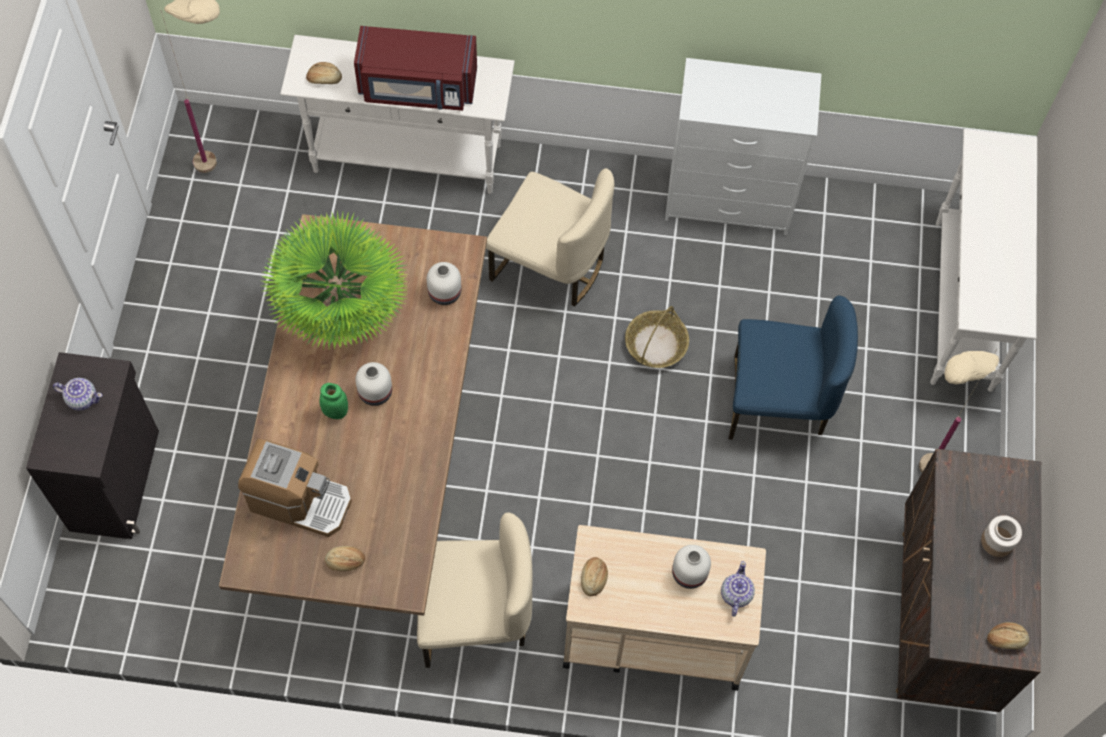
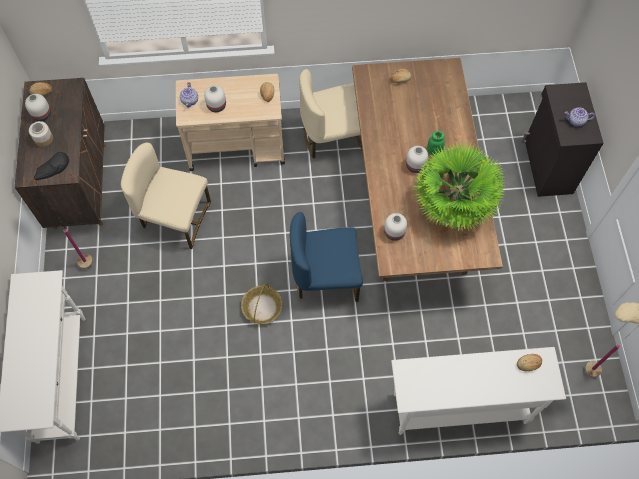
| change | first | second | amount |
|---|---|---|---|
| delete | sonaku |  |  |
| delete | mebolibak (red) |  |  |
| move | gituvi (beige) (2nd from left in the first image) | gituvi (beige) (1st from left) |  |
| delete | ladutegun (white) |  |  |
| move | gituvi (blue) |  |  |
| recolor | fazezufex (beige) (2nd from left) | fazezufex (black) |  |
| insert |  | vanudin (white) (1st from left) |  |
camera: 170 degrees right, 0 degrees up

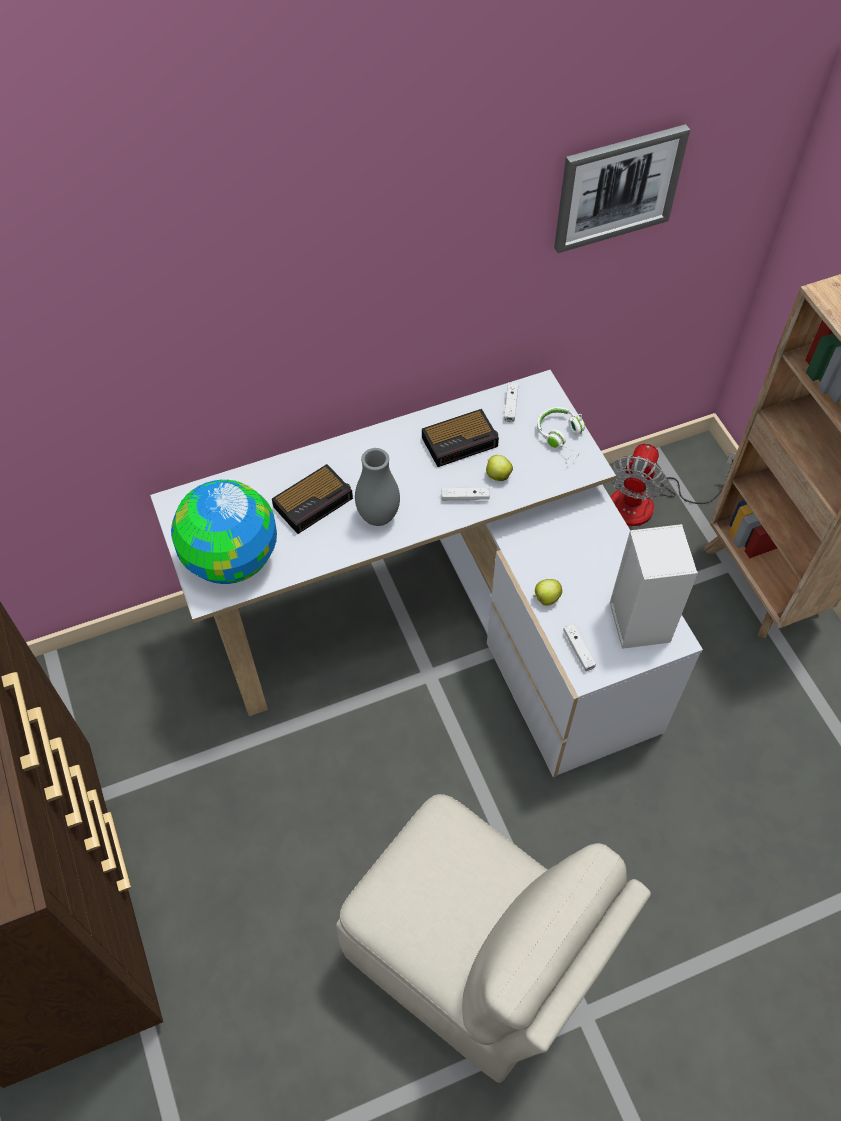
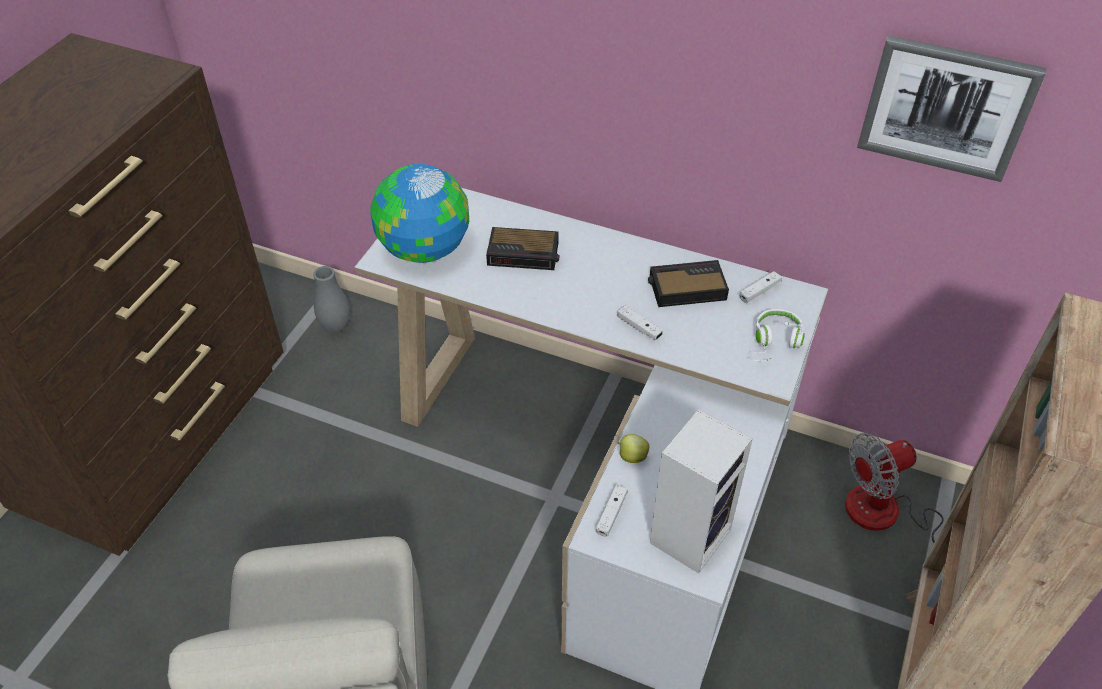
| change | first | second | amount |
|---|---|---|---|
| move | vanudin (grey) |  |  |
| rotate | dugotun (2nd from left) |  | 150 degrees clockwise |
| delete | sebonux (1st from left) |  |  |
camera: 45 degrees right, 10 degrees down

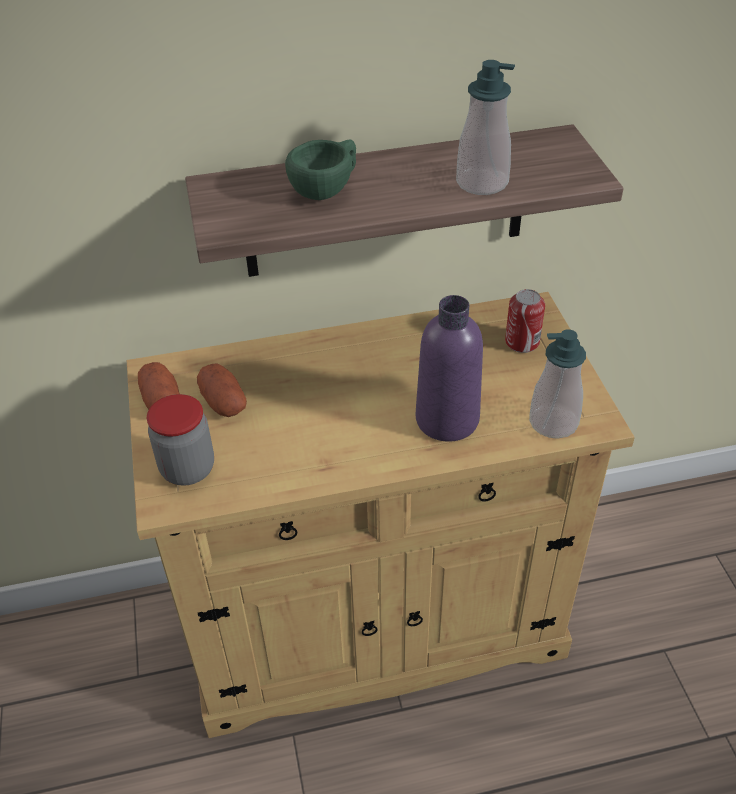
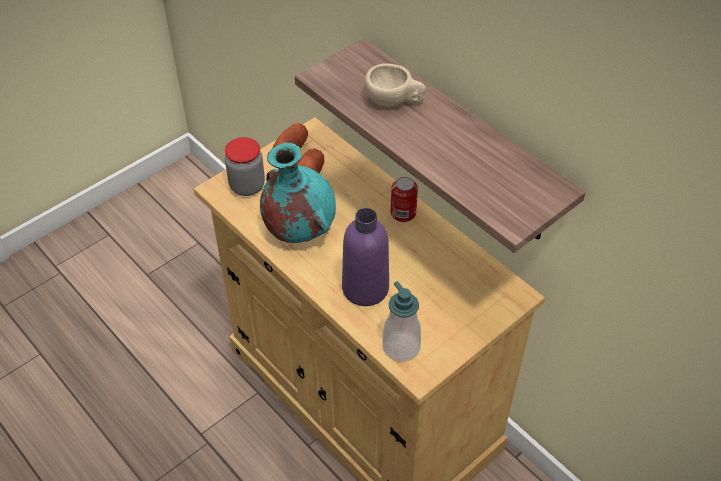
| change | first | second | amount |
|---|---|---|---|
| recolor | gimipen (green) | gimipen (beige) |  |
| delete | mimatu (1st from left) |  |  |
| move | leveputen |  |  |
| insert |  | vanudin (turquoise) |  |
camera: 60 degrees right, 5 degrees up

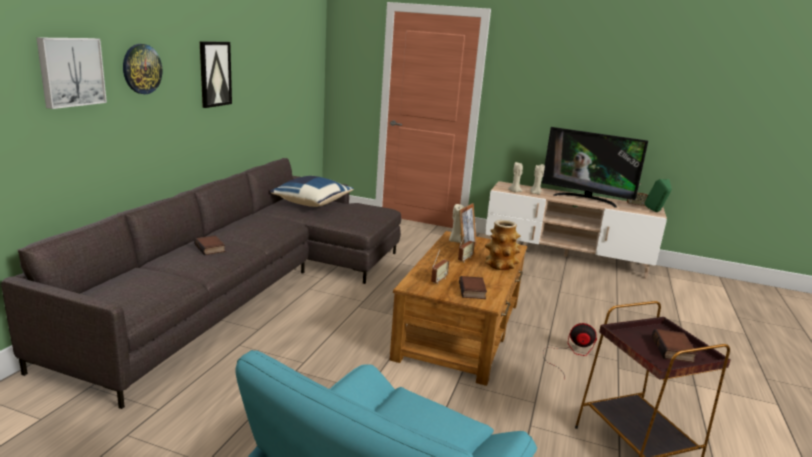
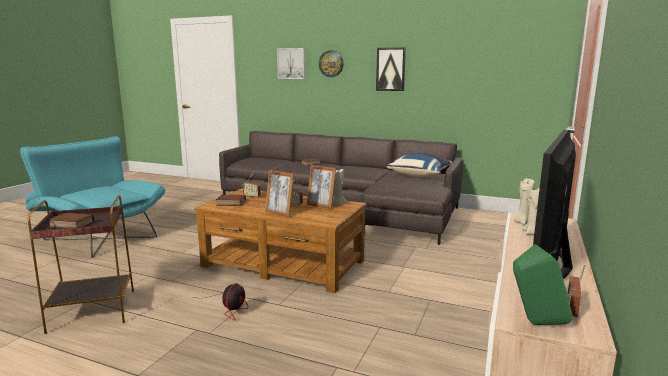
| change | first | second | amount |
|---|---|---|---|
| replace | vanudin | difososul (1st from left) |  |
camera: 95 degrees right, 5 degrees down

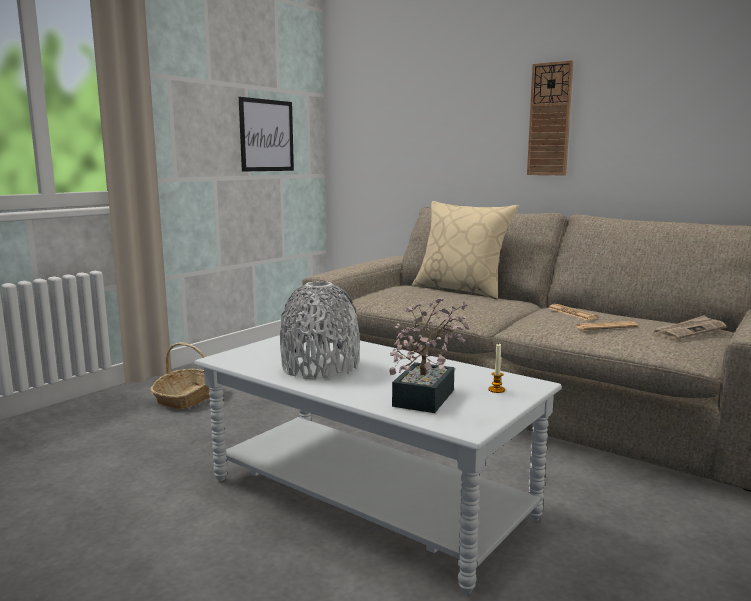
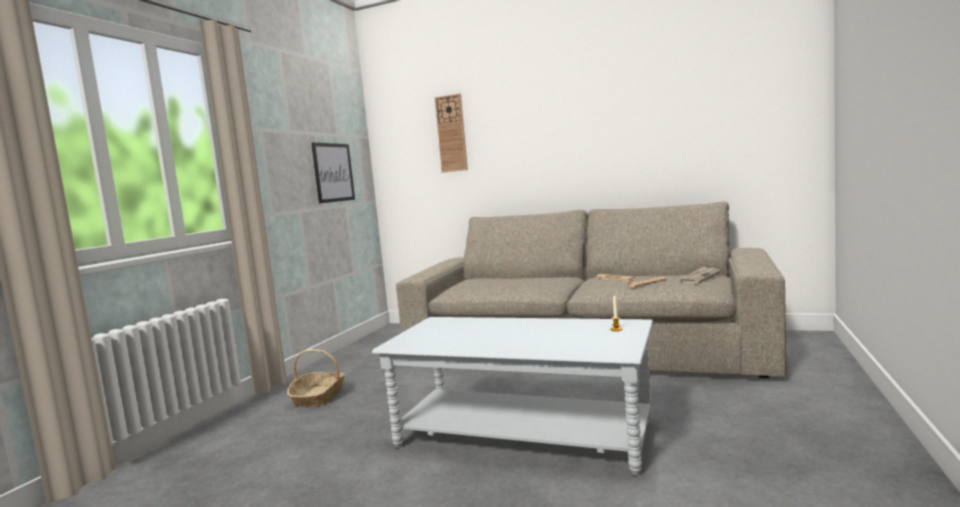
| change | first | second | amount |
|---|---|---|---|
| delete | vanudin (grey) |  |  |
| delete | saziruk |  |  |
| delete | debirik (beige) |  |  |
| move | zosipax |  |  |
camera: 15 degrees left, 5 degrees down

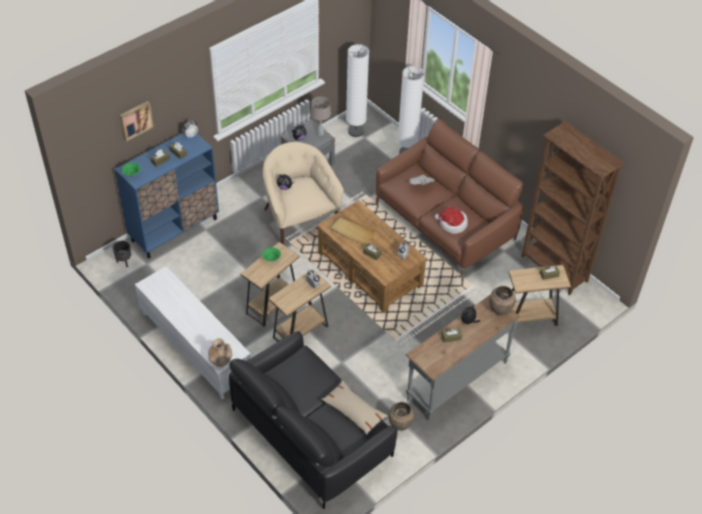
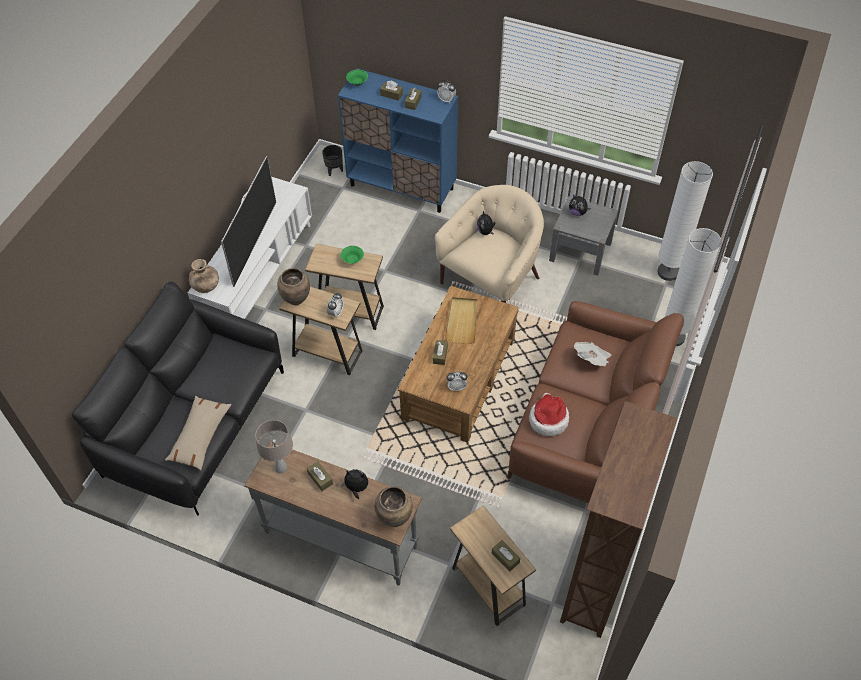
| change | first | second | amount |
|---|---|---|---|
| delete | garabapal |  |  |
| move | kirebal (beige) |  |  |
| move | vanudin (brown) (2nd from left) |  |  |
| insert |  | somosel |  |
camera: 65 degrees right, 5 degrees up

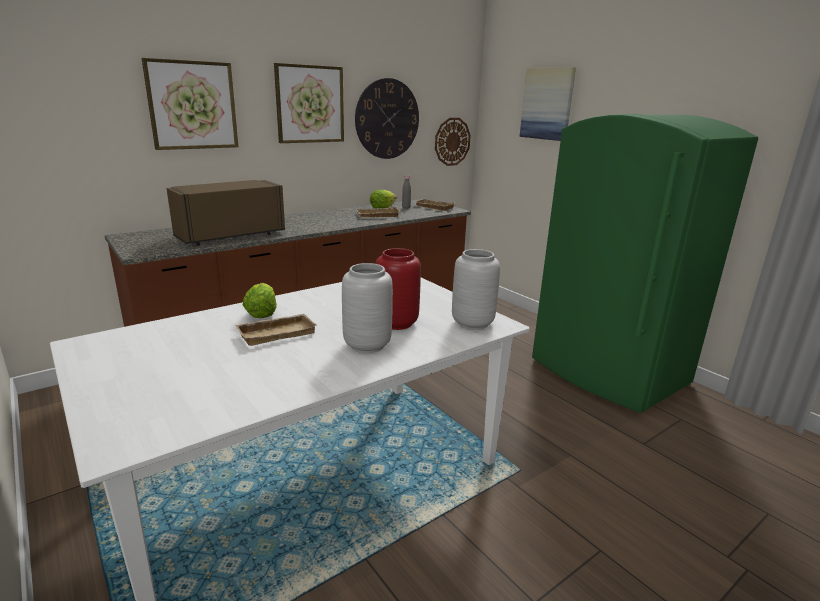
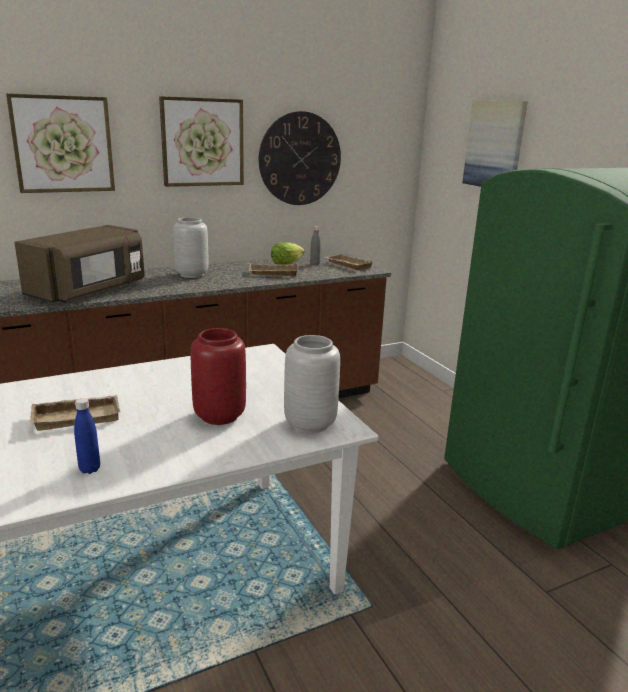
| change | first | second | amount |
|---|---|---|---|
| rotate | mebolibak (brown) |  | 150 degrees clockwise |
| delete | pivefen (1st from left) |  |  |
| move | vanudin (grey) (1st from left) |  |  |
| delete | zosipax (2nd from left) |  |  |
| insert |  | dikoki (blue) |  |
camera: 10 degrees right, 0 degrees up

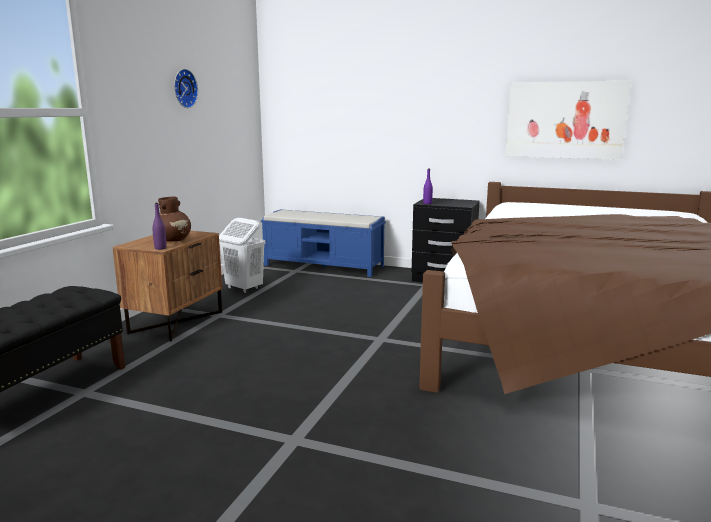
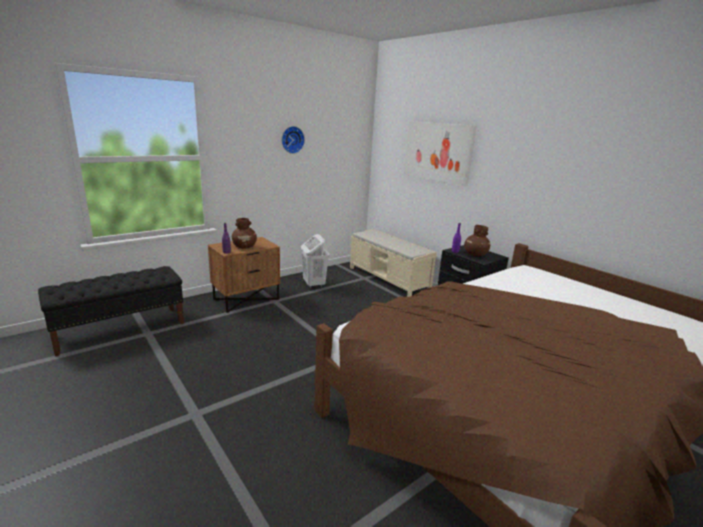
| change | first | second | amount |
|---|---|---|---|
| recolor | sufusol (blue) | sufusol (beige) |  |
| move | garabapal |  |  |
| insert |  | vanudin (brown) (2nd from left) |  |
camera: 30 degrees right, 5 degrees up

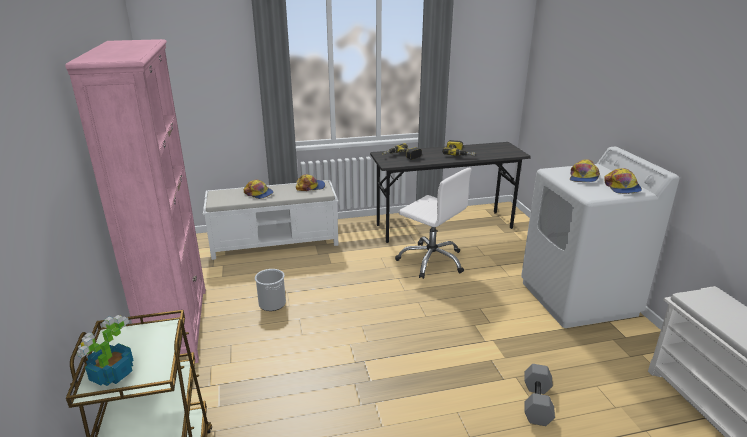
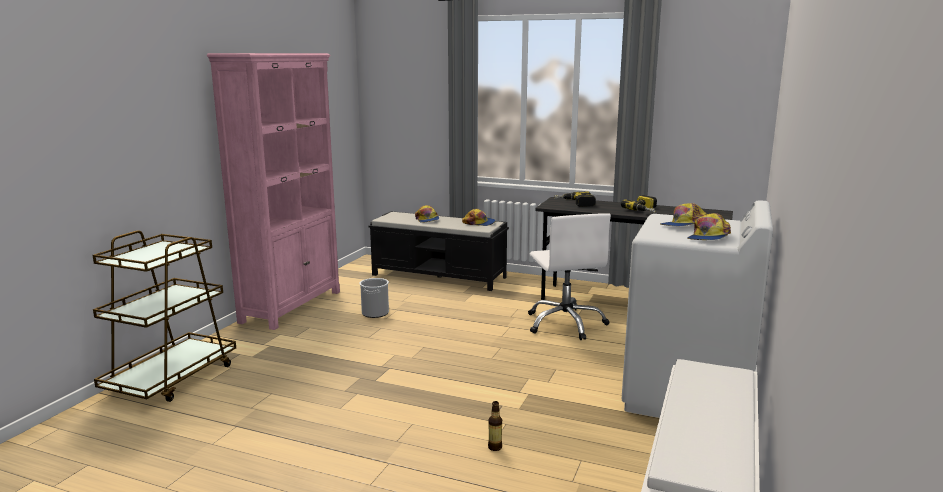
| change | first | second | amount |
|---|---|---|---|
| delete | saziruk |  |  |
| recolor | sufusol (white) | sufusol (black) |  |
| replace | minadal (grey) | dikoki |  |
camera: 35 degrees right, 10 degrees down

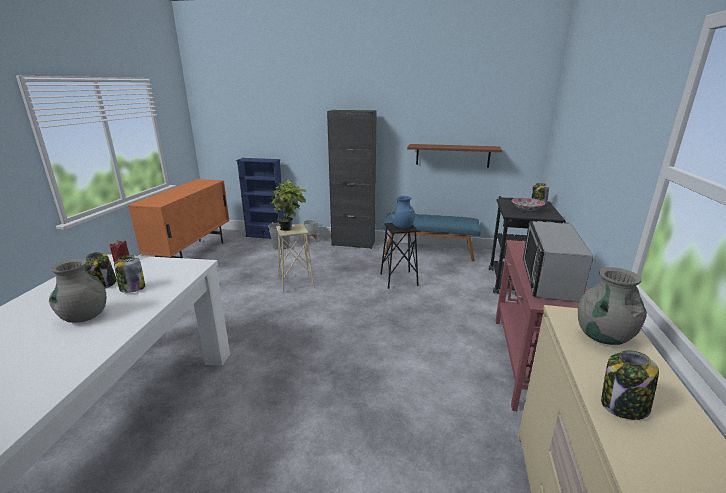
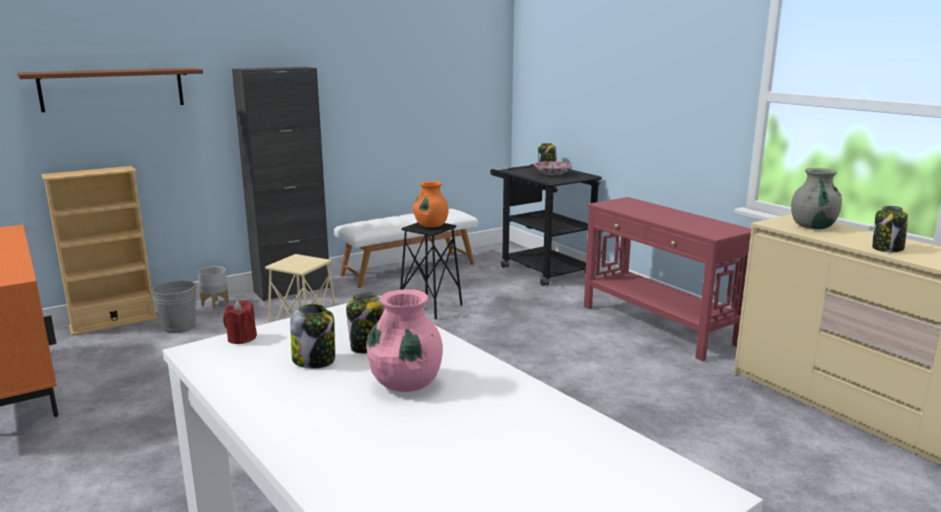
| change | first | second | amount |
|---|---|---|---|
| recolor | vanudin (grey) (1st from left) | vanudin (pink) |  |
| recolor | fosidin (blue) | fosidin (beige) |  |
| delete | saziruk |  |  |
| recolor | sufusol (blue) | sufusol (white) |  |
| recolor | vanudin (blue) | vanudin (orange) |  |
| move | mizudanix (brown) |  |  |
| delete | mebolibak |  |  |
camera: 45 degrees left, 5 degrees down

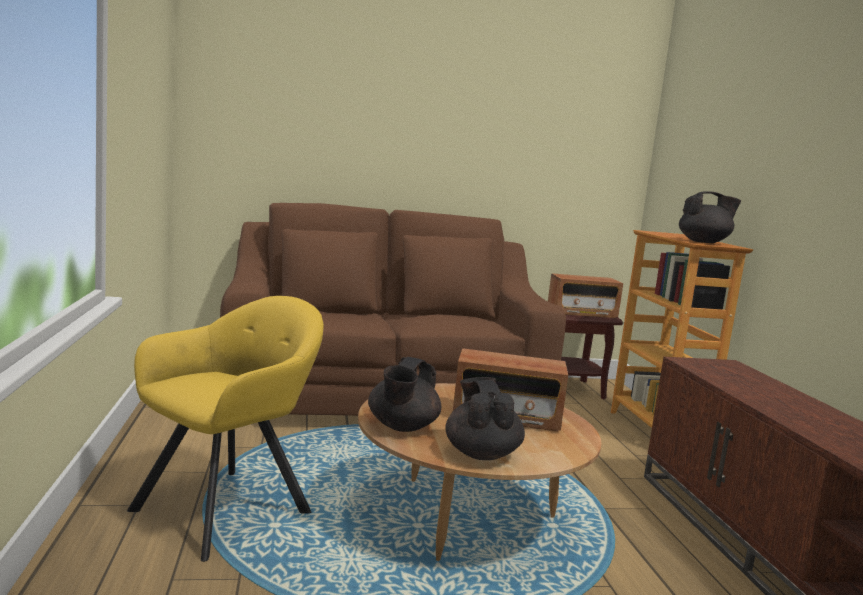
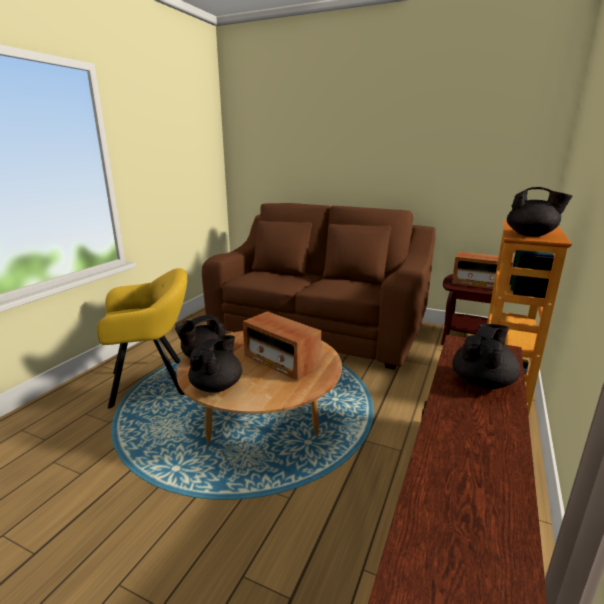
| change | first | second | amount |
|---|---|---|---|
| insert |  | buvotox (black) (3rd from left) |  |
camera: 35 degrees right, 10 degrees up

